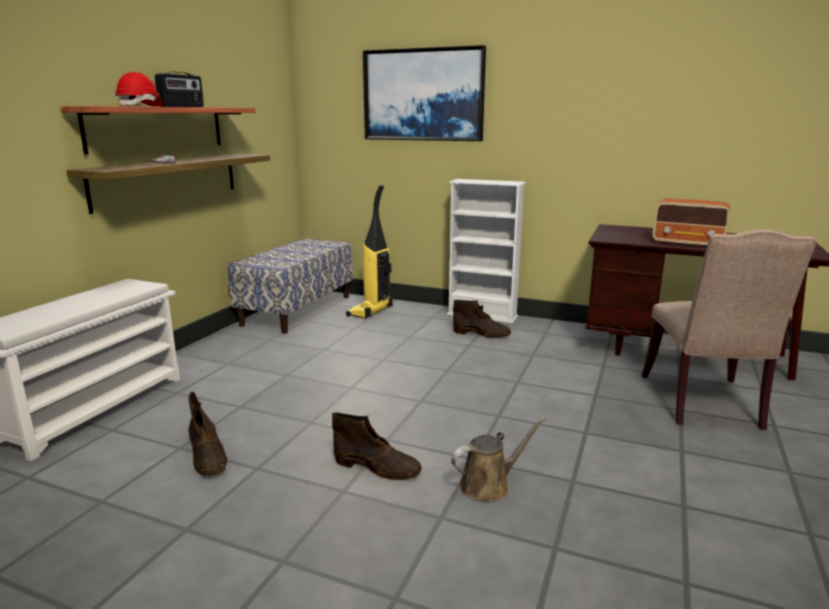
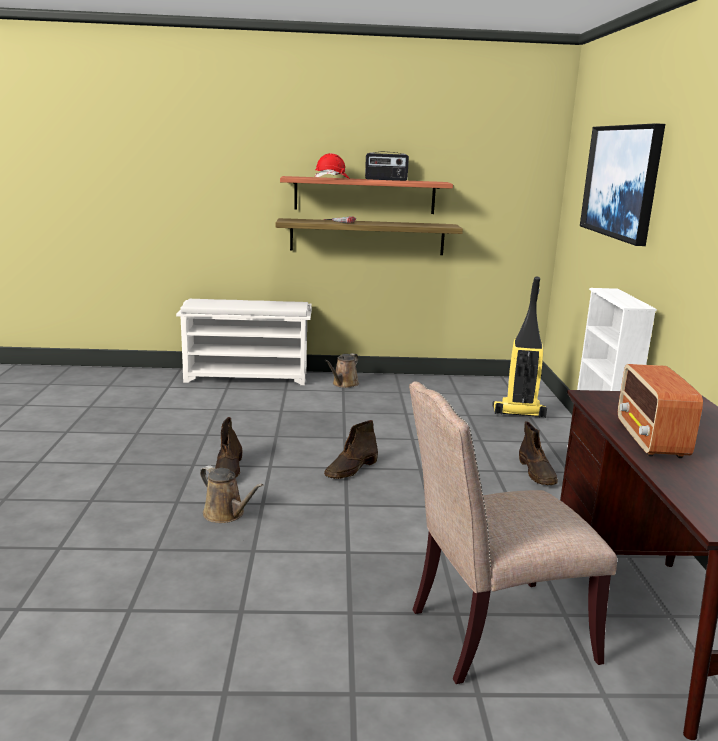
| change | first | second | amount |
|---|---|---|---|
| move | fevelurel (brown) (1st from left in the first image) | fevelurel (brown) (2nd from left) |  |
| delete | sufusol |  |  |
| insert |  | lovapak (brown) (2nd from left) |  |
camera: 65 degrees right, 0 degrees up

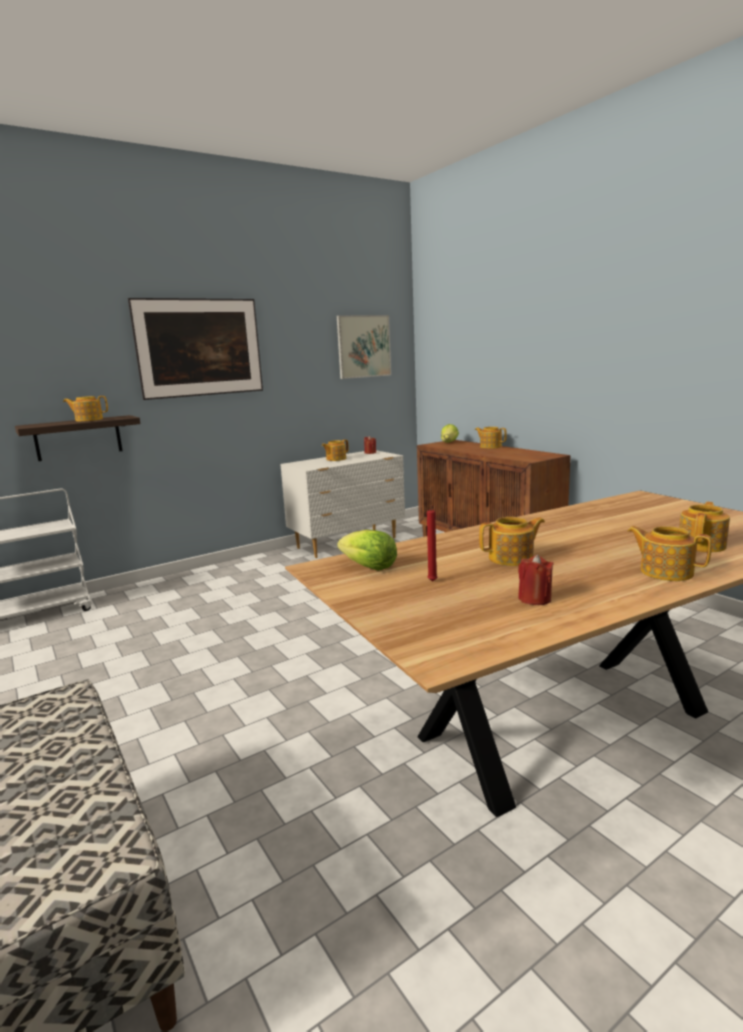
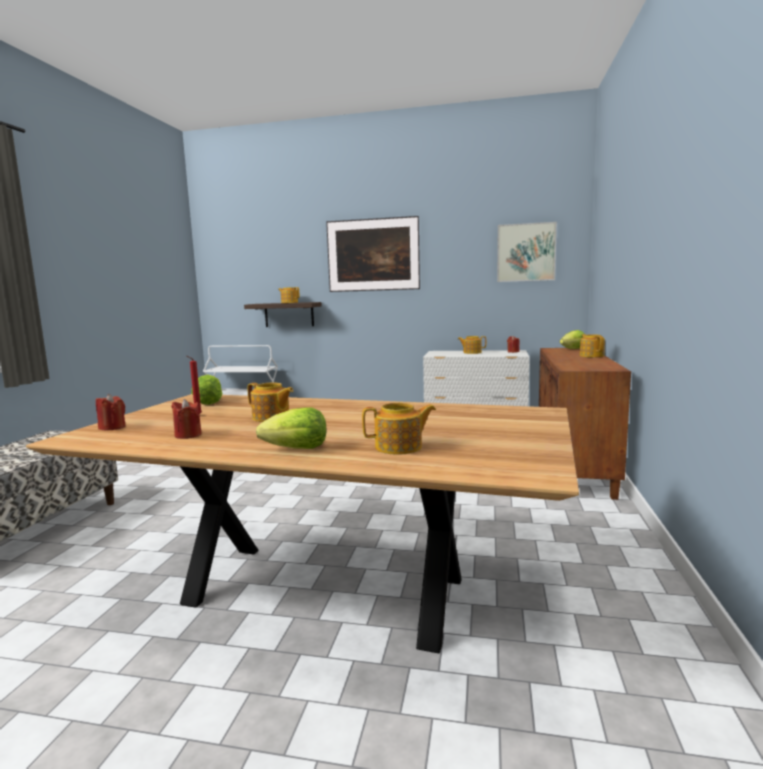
| change | first | second | amount |
|---|---|---|---|
| replace | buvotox (5th from left) | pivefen (2nd from left) |  |
| insert |  | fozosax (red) (1st from left) |  |
camera: 45 degrees right, 5 degrees down

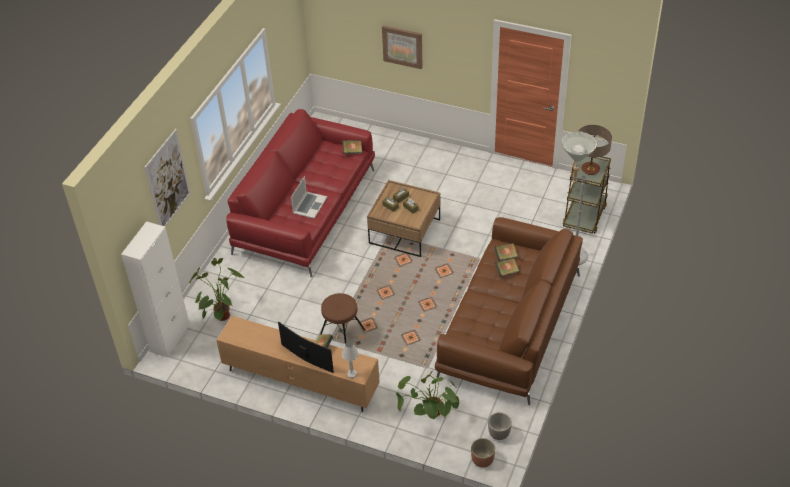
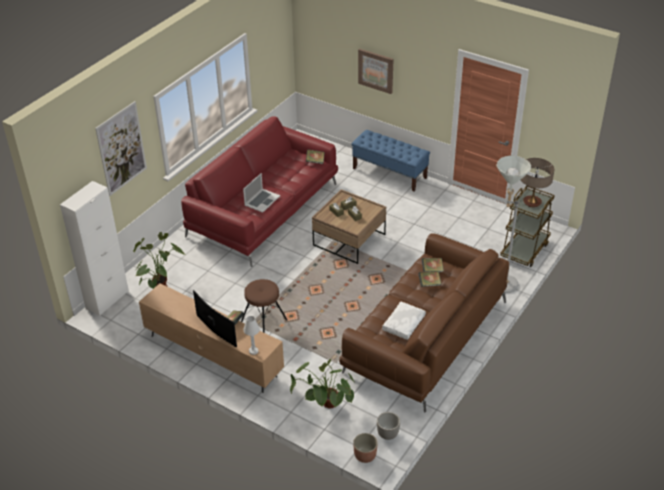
| change | first | second | amount |
|---|---|---|---|
| insert |  | sufusol (blue) |  |
| insert |  | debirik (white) |  |
camera: 10 degrees right, 5 degrees down

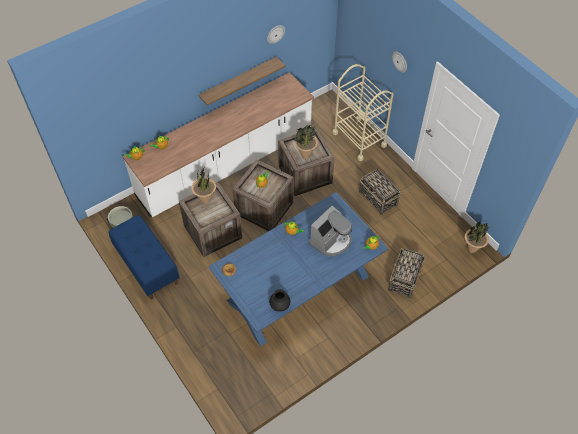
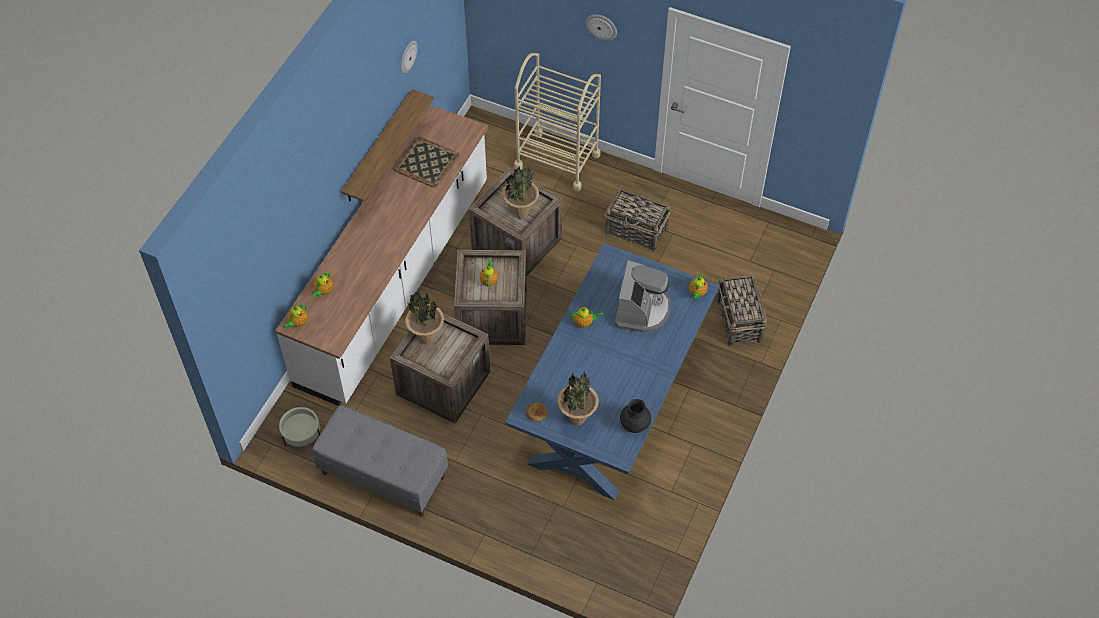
| change | first | second | amount |
|---|---|---|---|
| recolor | sufusol (blue) | sufusol (grey) |  |
| move | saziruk (3rd from left) |  |  |
| insert |  | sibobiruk |  |
camera: 30 degrees left, 0 degrees up

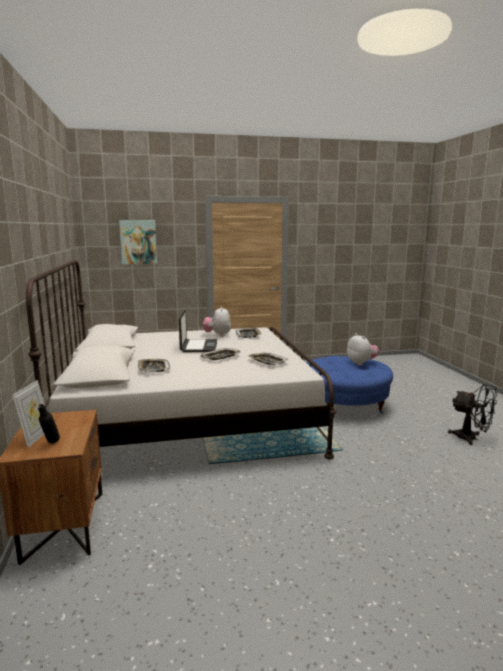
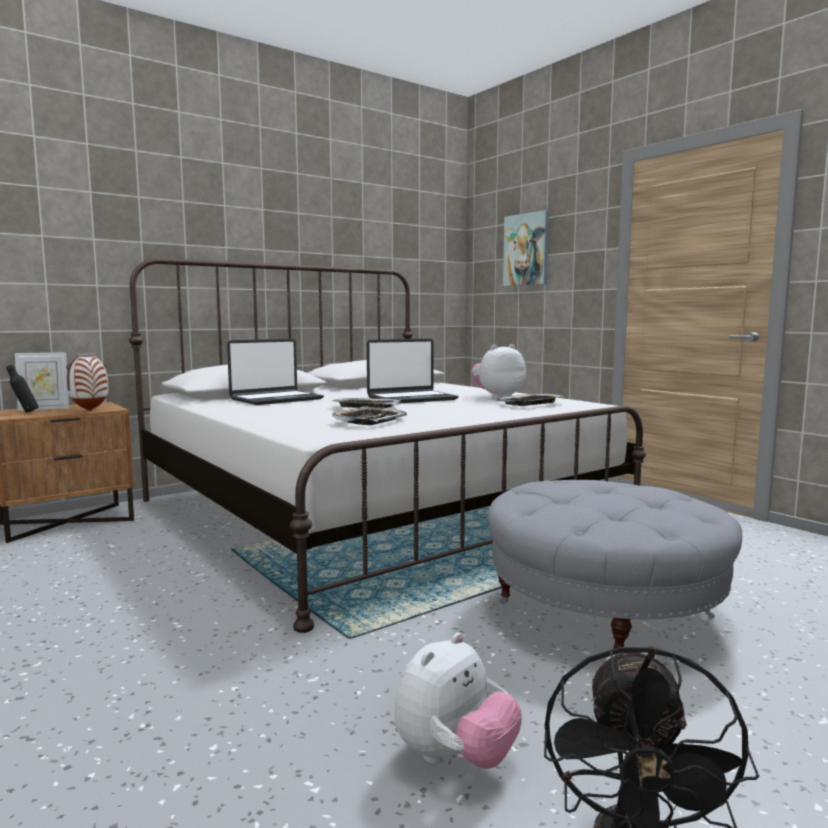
| change | first | second | amount |
|---|---|---|---|
| replace | sibobiruk (1st from left) | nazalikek (1st from left) |  |
| recolor | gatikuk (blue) | gatikuk (grey) |  |
| move | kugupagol (2nd from left in the first image) | kugupagol (1st from left) |  |
| insert |  | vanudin |  |
camera: 65 degrees right, 5 degrees down

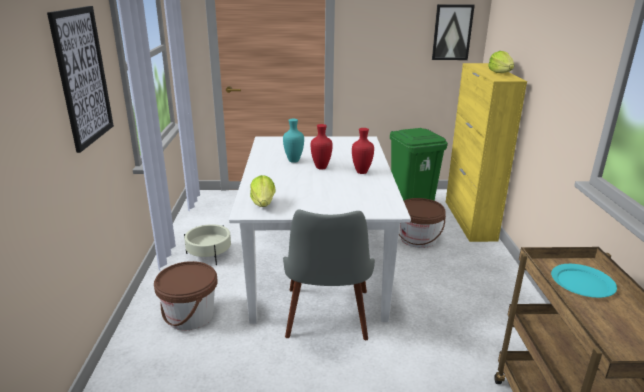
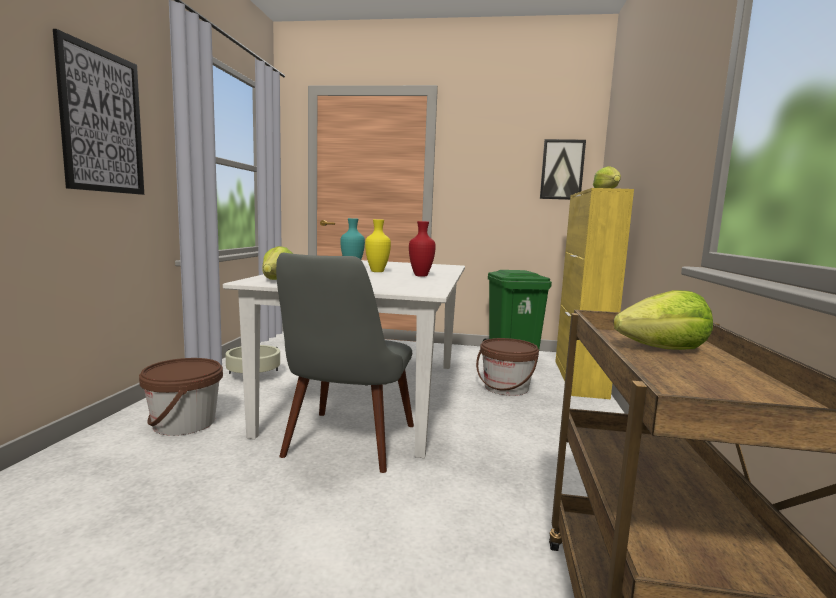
| change | first | second | amount |
|---|---|---|---|
| recolor | vanudin (red) (1st from left) | vanudin (yellow) |  |
| replace | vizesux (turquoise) | pivefen (3rd from left) |  |
camera: 10 degrees right, 15 degrees down

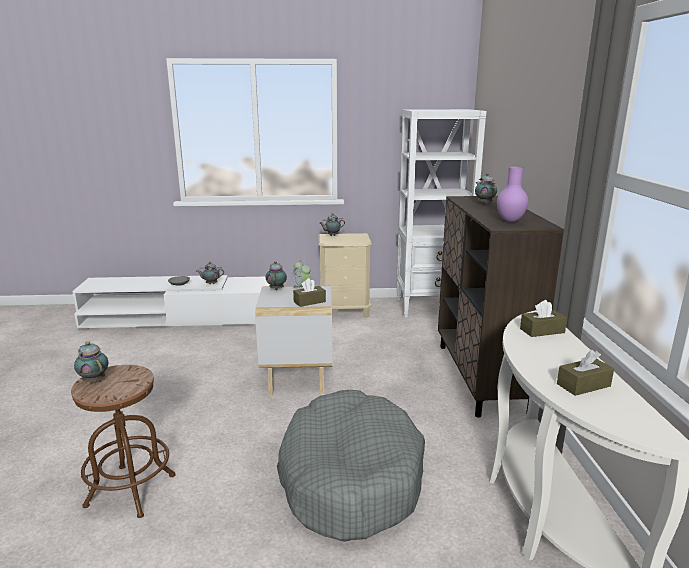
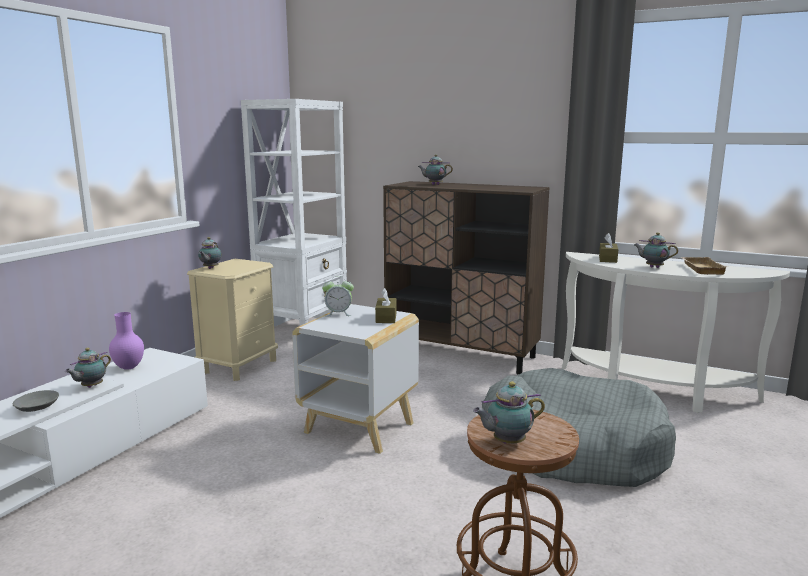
| change | first | second | amount |
|---|---|---|---|
| move | buvotox (3rd from left in the first image) | buvotox (5th from left) |  |
| move | vanudin (purple) |  |  |
| replace | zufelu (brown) (3rd from left) | sibobiruk (beige) |  |
camera: 60 degrees left, 5 degrees down

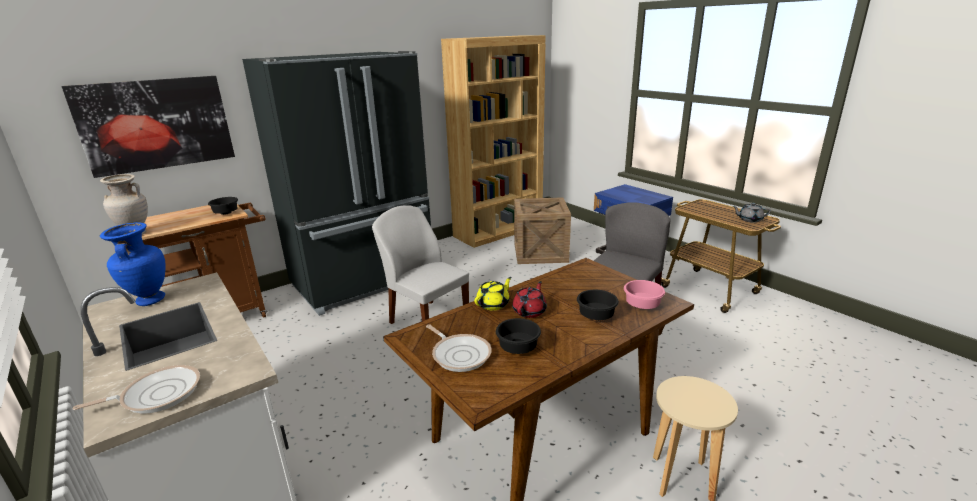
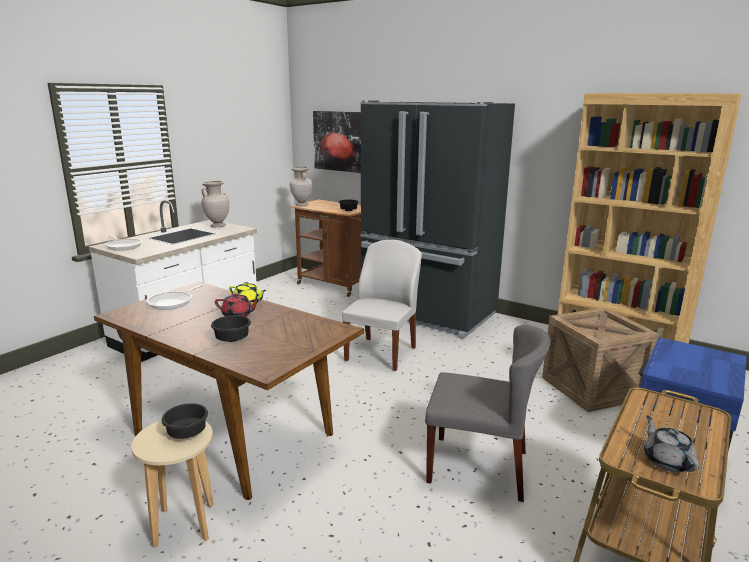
| change | first | second | amount |
|---|---|---|---|
| recolor | vanudin (blue) | vanudin (beige) (1st from left) |  |
| move | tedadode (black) (2nd from left in the first image) | tedadode (black) (1st from left) |  |
| delete | tedadode (pink) |  |  |
camera: 70 degrees right, 5 degrees down

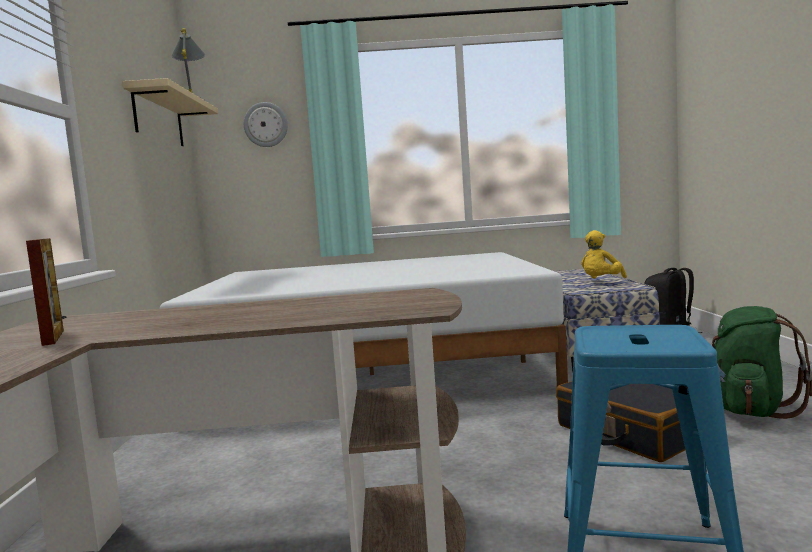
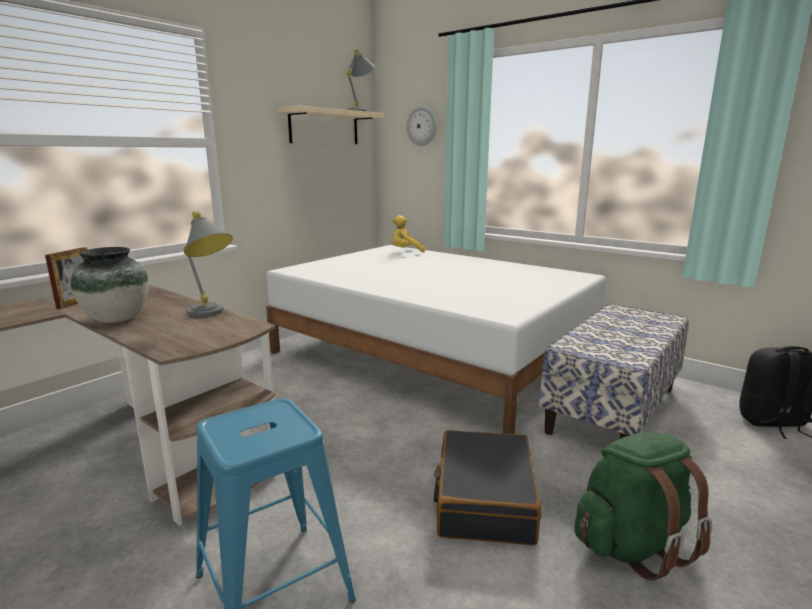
| change | first | second | amount |
|---|---|---|---|
| move | kugupagol (yellow) |  |  |
| insert |  | vanudin |  |
| insert |  | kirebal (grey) (1st from left) |  |
camera: 40 degrees right, 10 degrees up

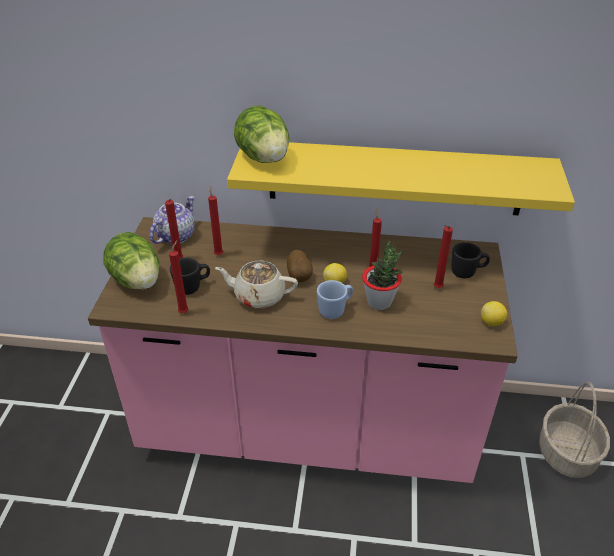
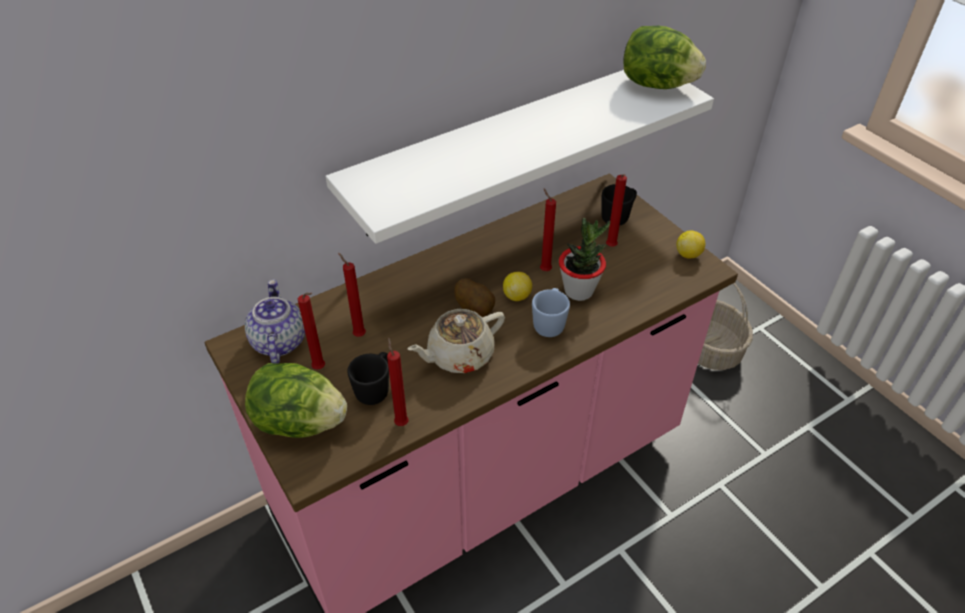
| change | first | second | amount |
|---|---|---|---|
| recolor | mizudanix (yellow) | mizudanix (white) |  |
| move | pivefen (2nd from left) |  |  |
camera: 40 degrees left, 5 degrees up

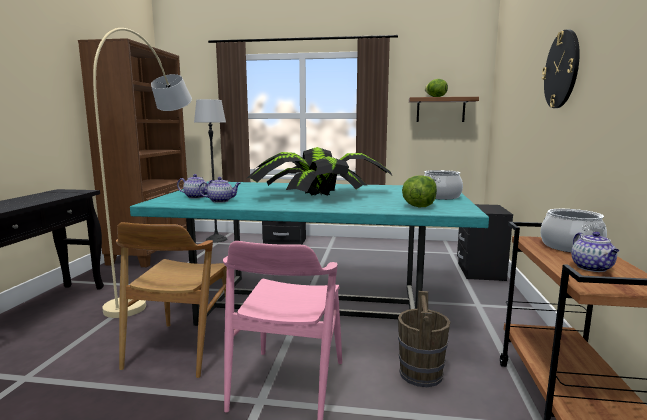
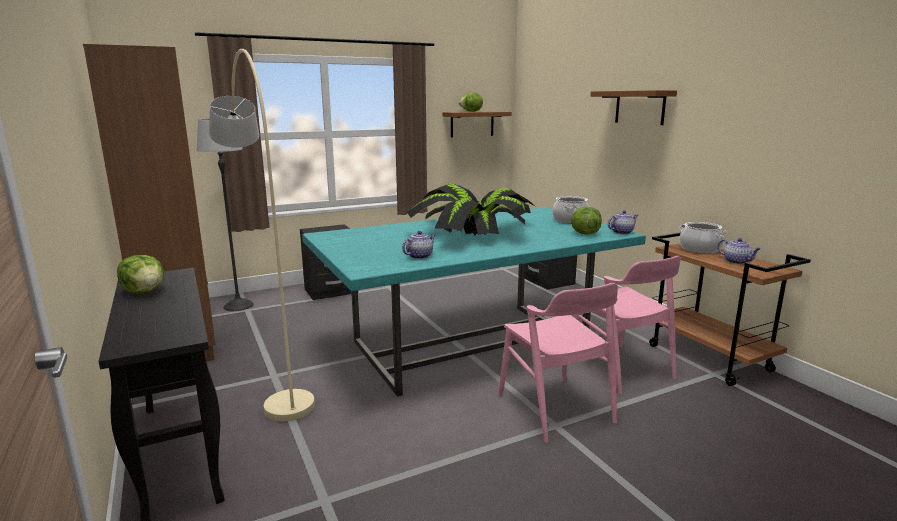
| change | first | second | amount |
|---|---|---|---|
| delete | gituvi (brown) |  |  |
| move | buvotox (1st from left in the first image) | buvotox (2nd from left) |  |
| replace | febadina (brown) | gituvi (pink) (2nd from left) |  |
| replace | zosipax | mizudanix (brown) (2nd from left) |  |
| insert |  | pivefen (1st from left) |  |
camera: 35 degrees left, 5 degrees up

